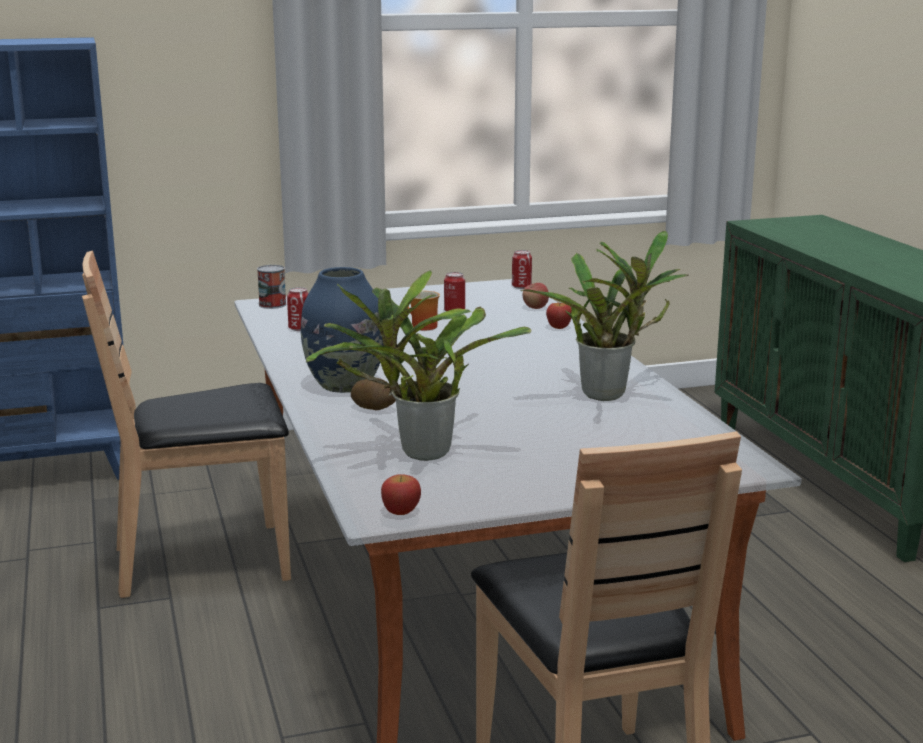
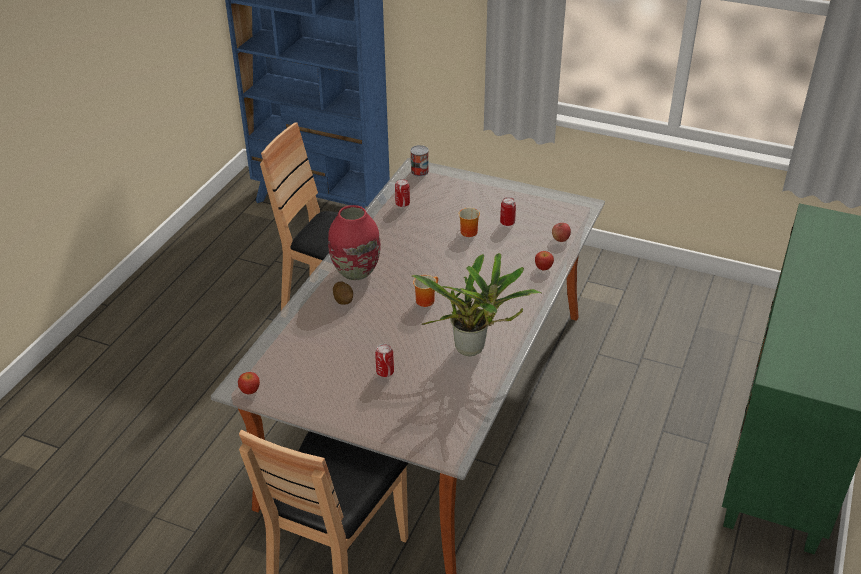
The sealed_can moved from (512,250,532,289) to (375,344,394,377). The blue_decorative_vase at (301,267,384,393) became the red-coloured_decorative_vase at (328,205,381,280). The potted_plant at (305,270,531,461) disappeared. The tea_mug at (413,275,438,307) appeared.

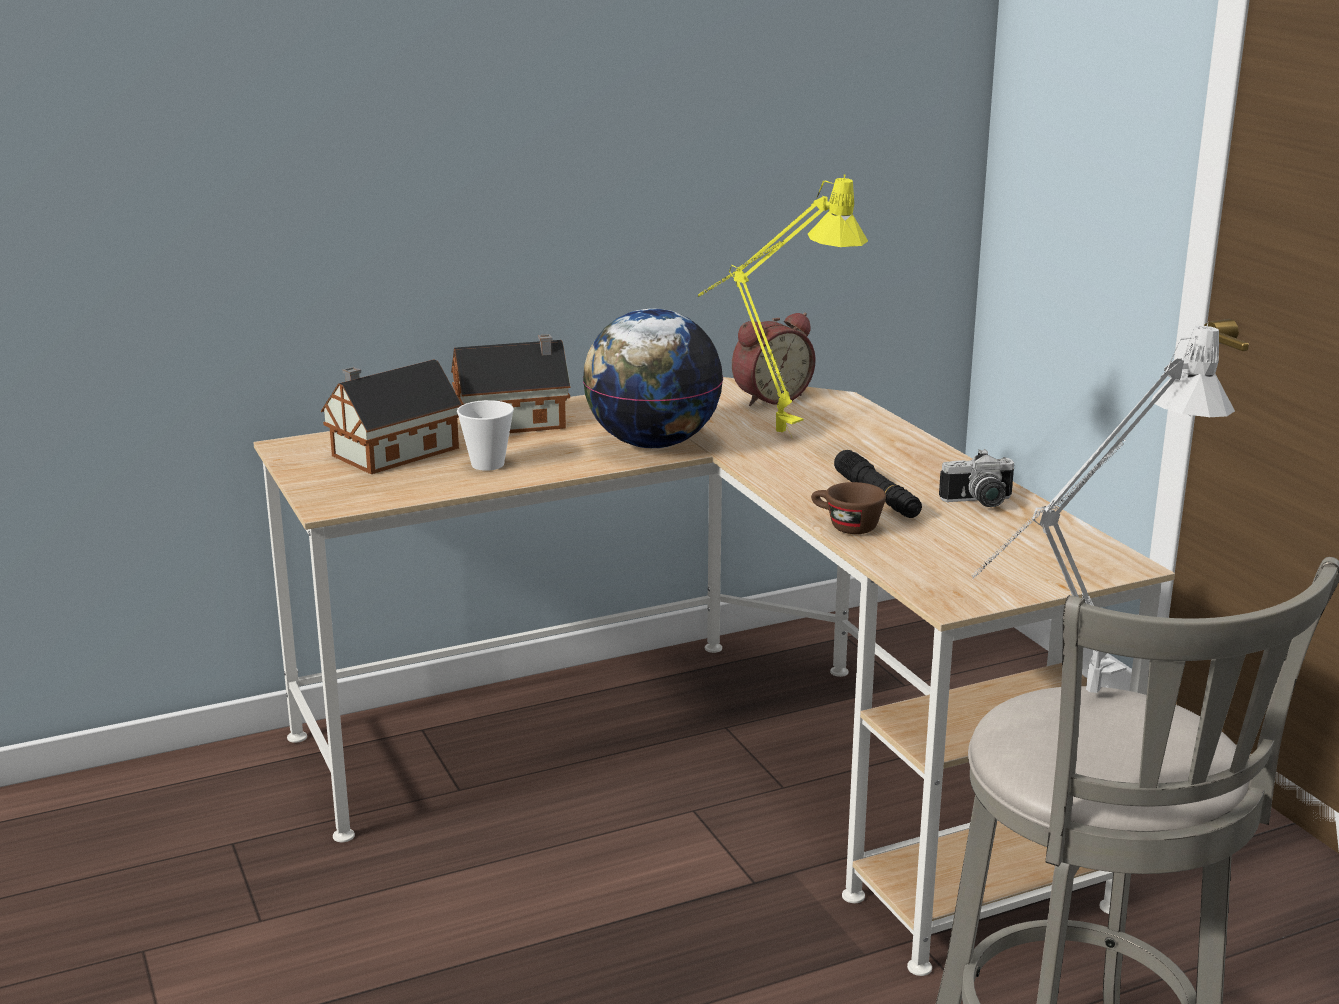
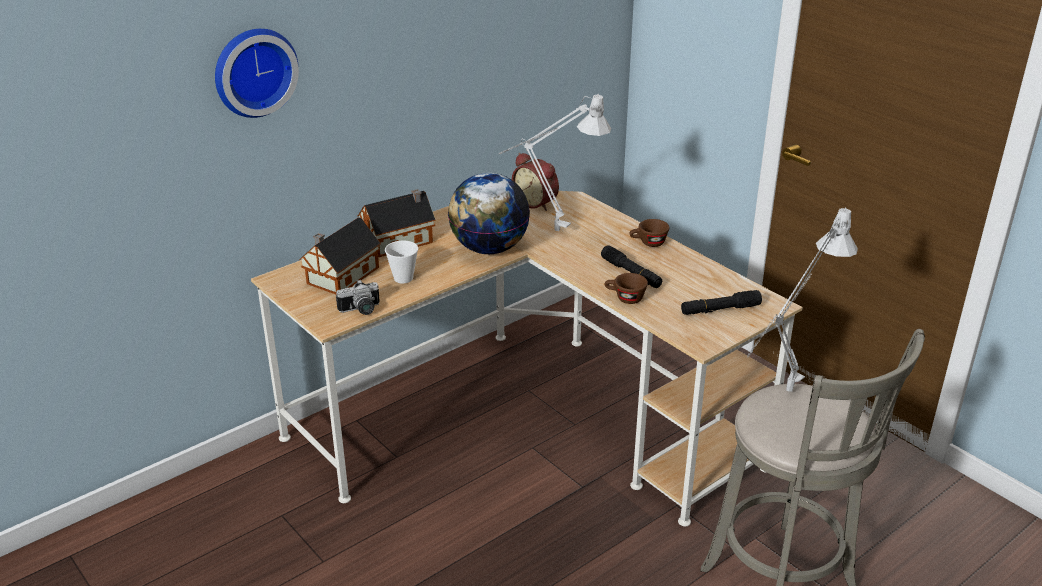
The yellow-coloured_lamp_for_a_table at (698,174,868,437) became the grey_lamp_for_a_table at (499,94,611,232). The table_clock at (732,313,816,406) turned 90 degrees clockwise. The still_camera moved from (939,449,1014,507) to (336,280,380,315). The wall_clock at (215,29,299,118) appeared. The brown-coloured_small_cup at (629,219,669,247) appeared. The blackish_flashlight at (681,290,762,315) appeared.

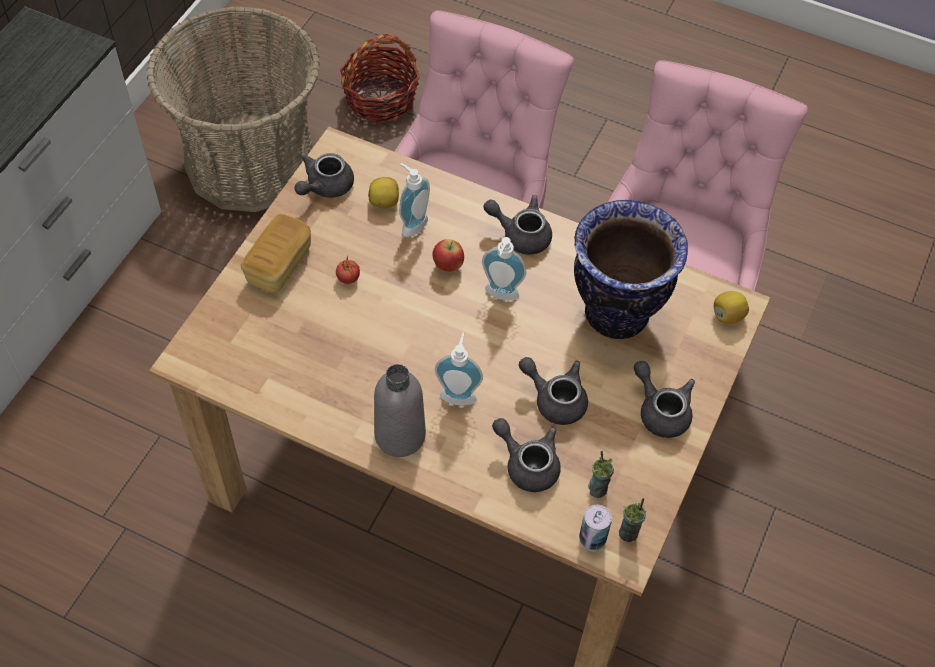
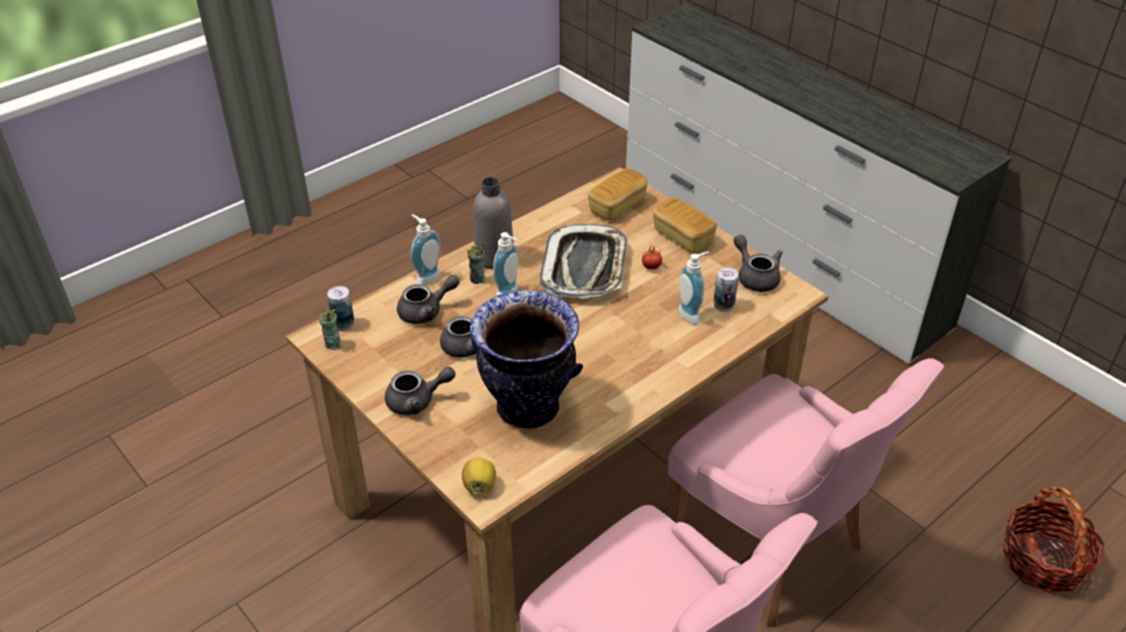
The basket at (146,6,320,212) disappeared. The whole_lemon at (368,177,399,208) was replaced by the sealed_can at (713,267,739,312). The grey_tea_pot at (484,195,552,255) disappeared. The soap_bottle moved from (482,237,526,300) to (410,214,441,286). The apple_fruit at (432,239,464,272) disappeared. The small_cup moved from (588,451,614,498) to (467,244,485,284). The baked_bread at (588,168,648,220) appeared. The tray at (540,224,627,299) appeared.

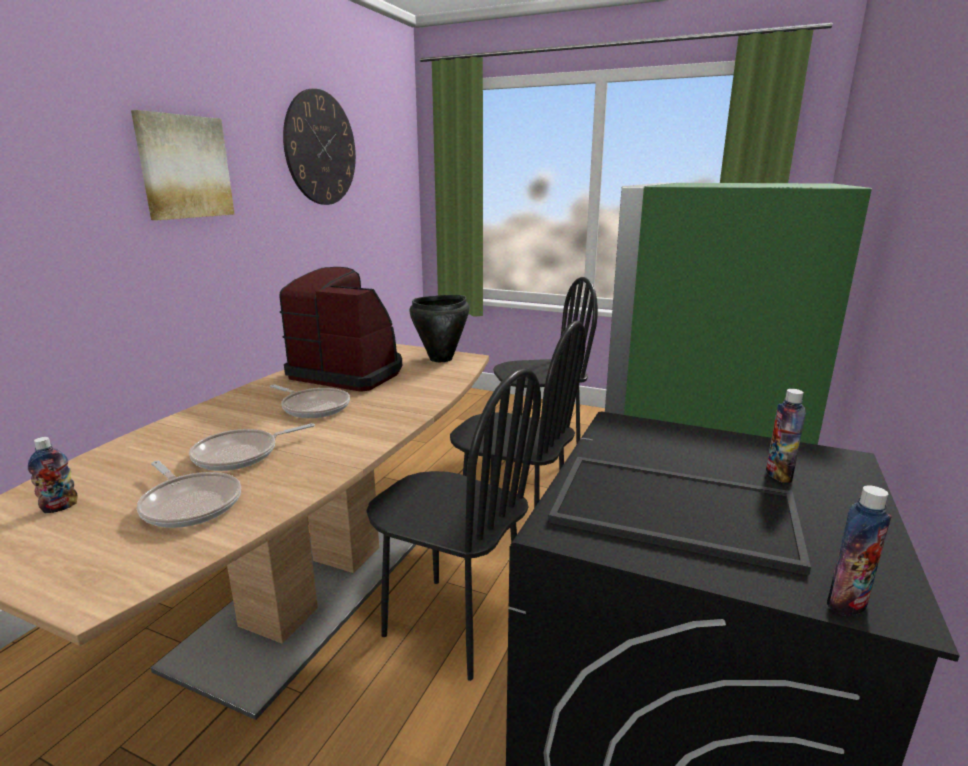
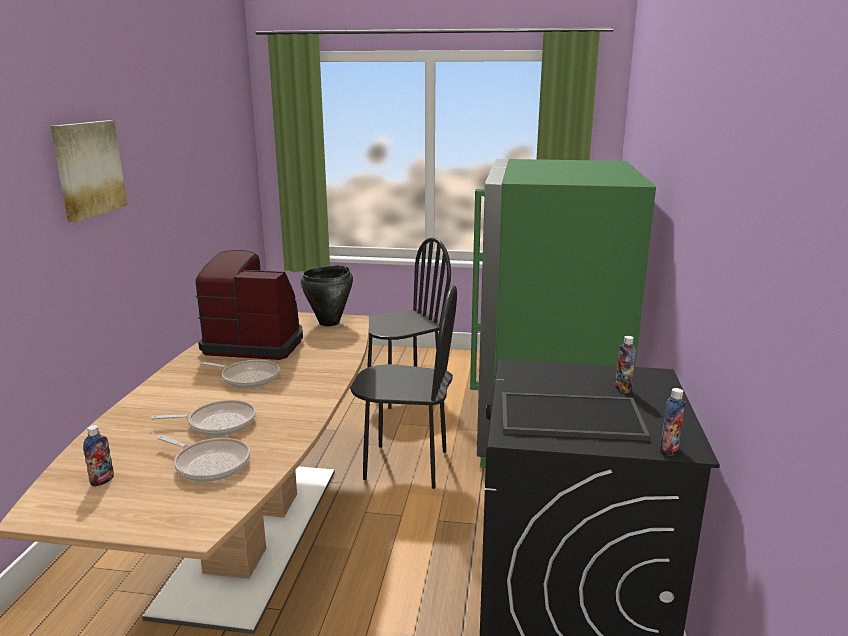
The wall_clock at (283,89,356,205) disappeared. The blackish_chair at (366,368,541,681) disappeared. The pan at (189,423,315,471) turned 135 degrees counterclockwise.

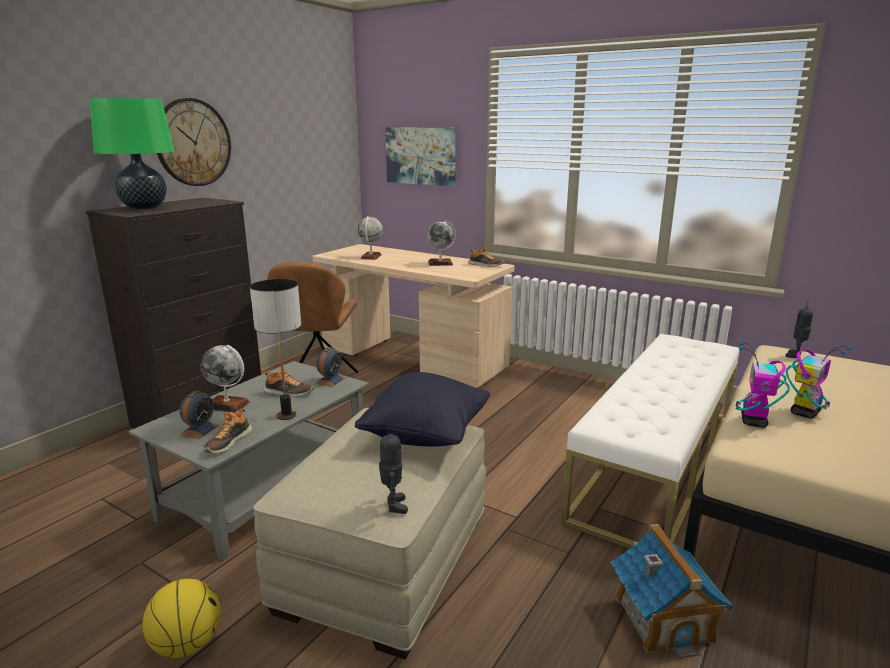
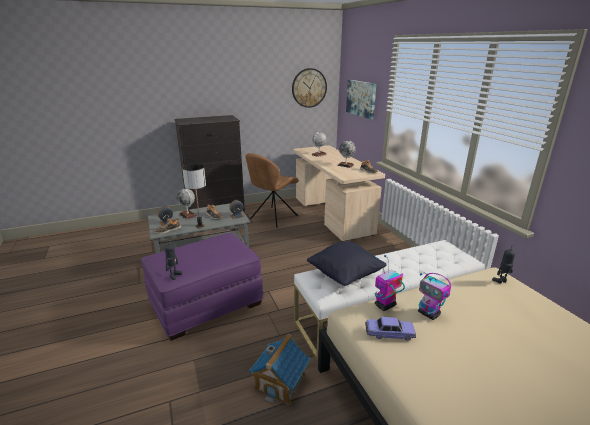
The greenish_lamp_for_a_table at (90,98,175,209) disappeared. The wall_clock moved from (157,98,231,186) to (292,68,327,108). The robot_figure at (786,346,851,418) turned 60 degrees clockwise. The blackish_pillow moved from (355,372,490,447) to (307,241,387,286). The beige-coloured_ottoman at (253,408,486,660) became the purple-coloured_ottoman at (141,233,263,341). The basketball_ball at (143,579,221,658) disappeared. The miniature_car at (365,317,416,341) appeared.

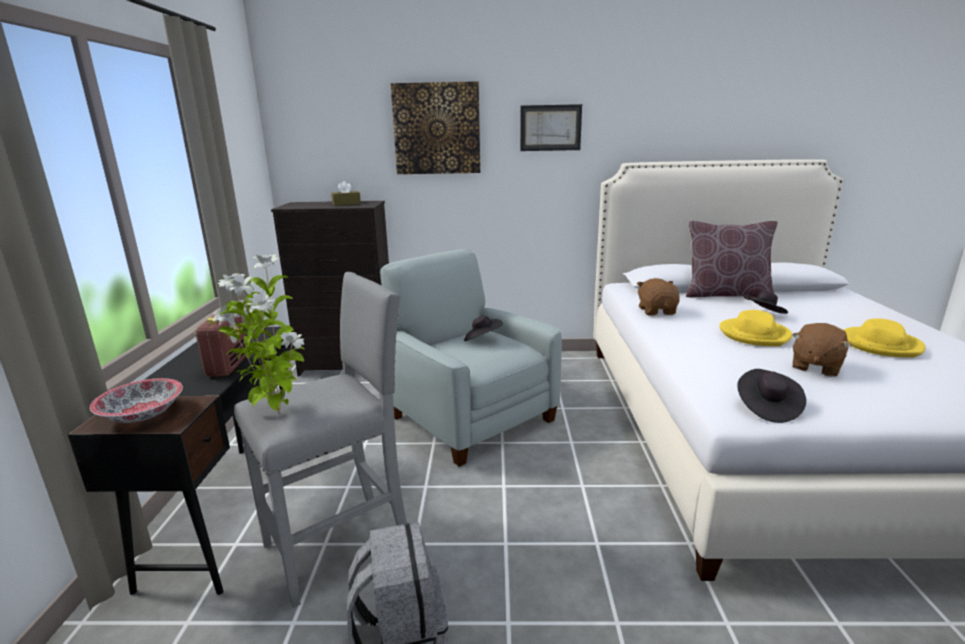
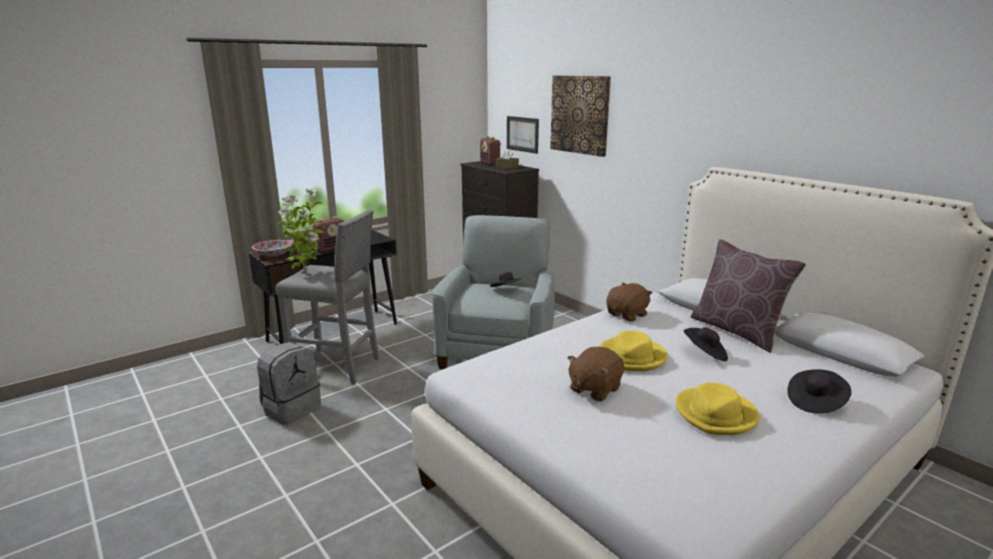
The picture moved from (520,104,582,151) to (507,116,539,154). The brown-coloured_soft_toy at (792,323,852,377) turned 45 degrees counterclockwise. The blackish_wearable_hat moved from (737,369,806,423) to (788,369,851,414). The radio_set at (480,136,501,165) appeared.

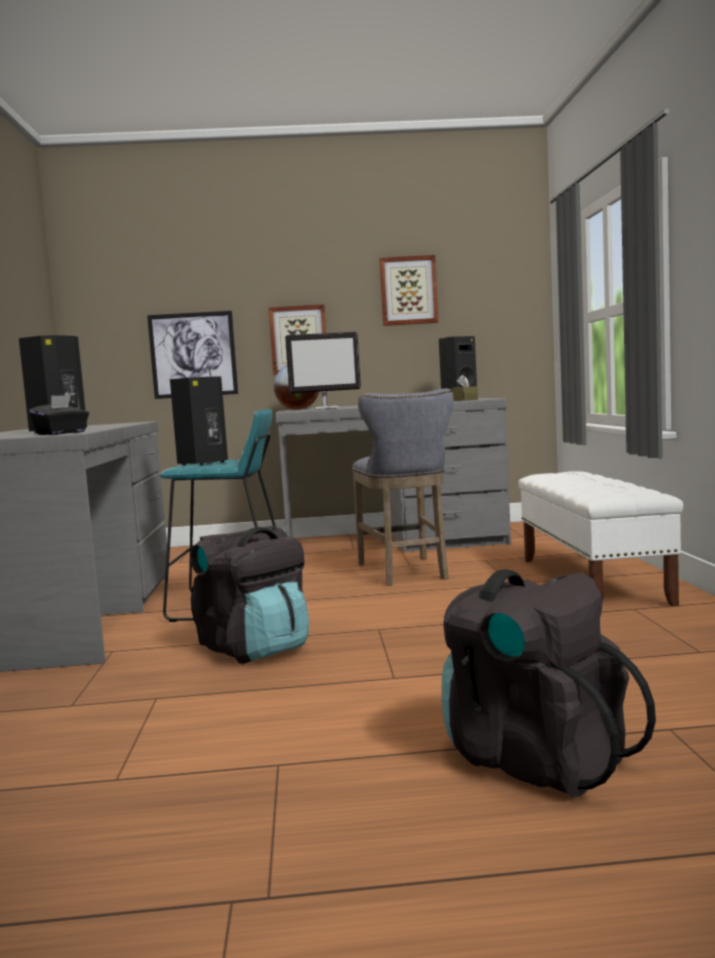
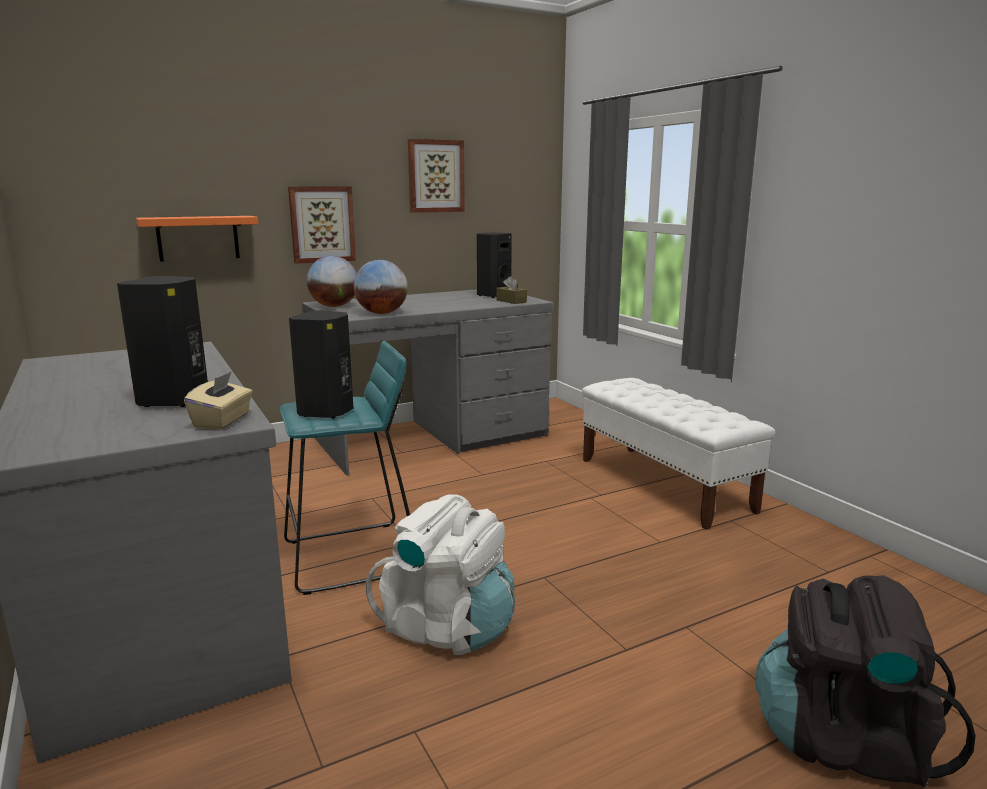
The picture at (147,311,238,399) was replaced by the orangey_wall_shelf at (136,216,259,262). The computer_screen at (285,332,361,410) was replaced by the globe at (354,260,408,314). The grey_sitting_stool at (352,388,453,586) disappeared. The blackish_tissue_box at (29,395,89,435) became the beige-coloured_tissue_box at (184,371,252,430). The blackish_rucksack at (190,526,309,664) became the white_rucksack at (366,494,515,655).

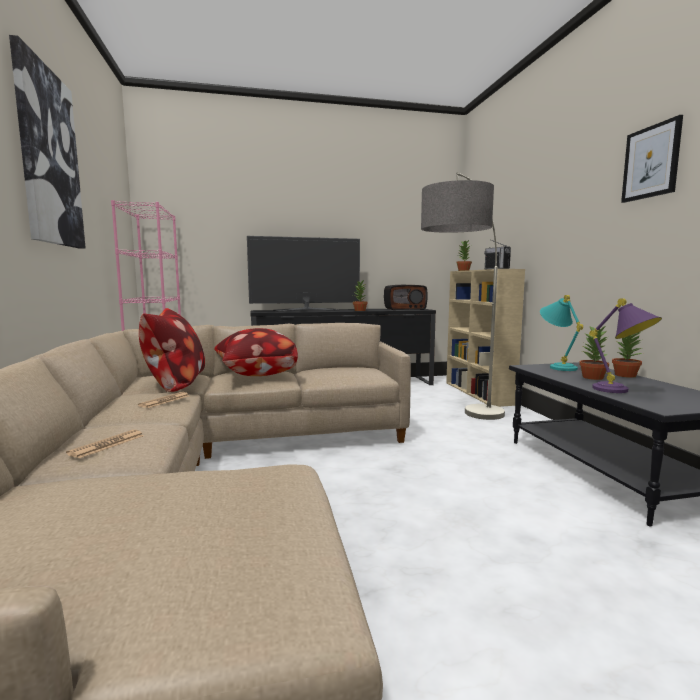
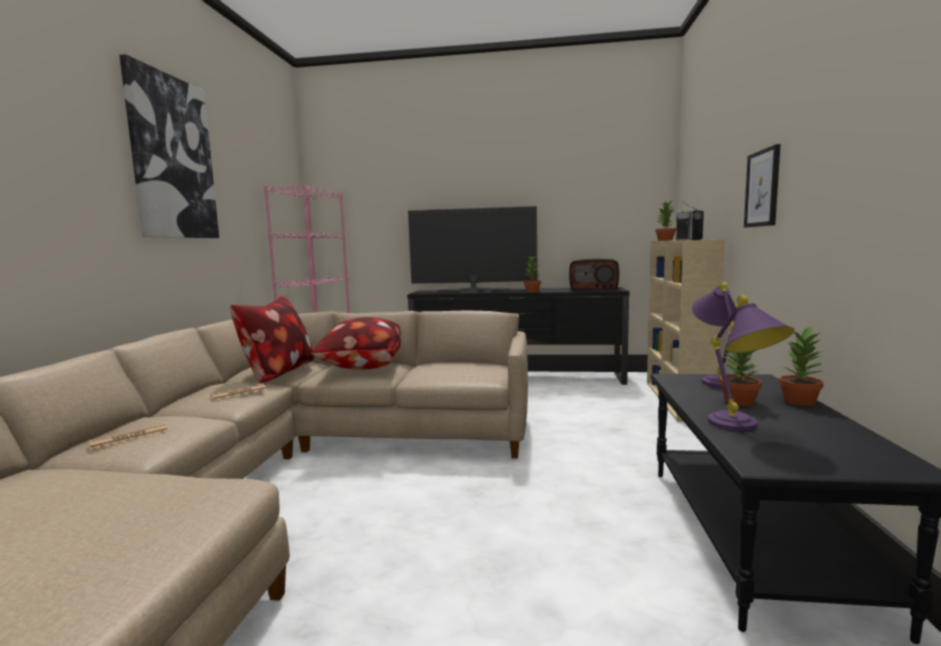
The picture moved from (621,115,683,203) to (744,144,781,227). The standard_lamp at (421,173,505,420) disappeared. The blue-green_lamp_for_a_table at (540,295,583,371) became the purple-coloured_lamp_for_a_table at (692,282,736,388).

